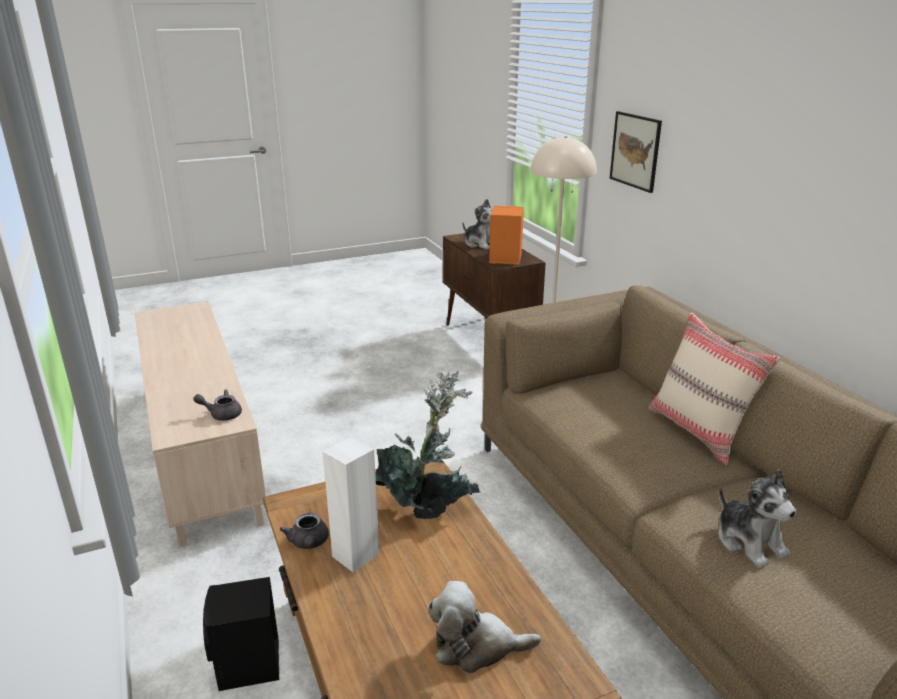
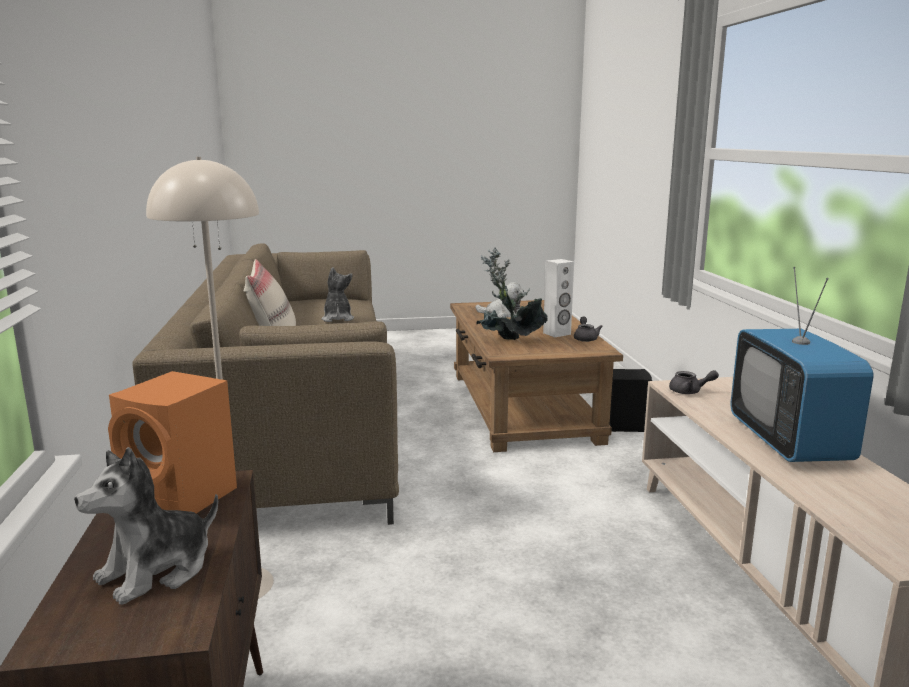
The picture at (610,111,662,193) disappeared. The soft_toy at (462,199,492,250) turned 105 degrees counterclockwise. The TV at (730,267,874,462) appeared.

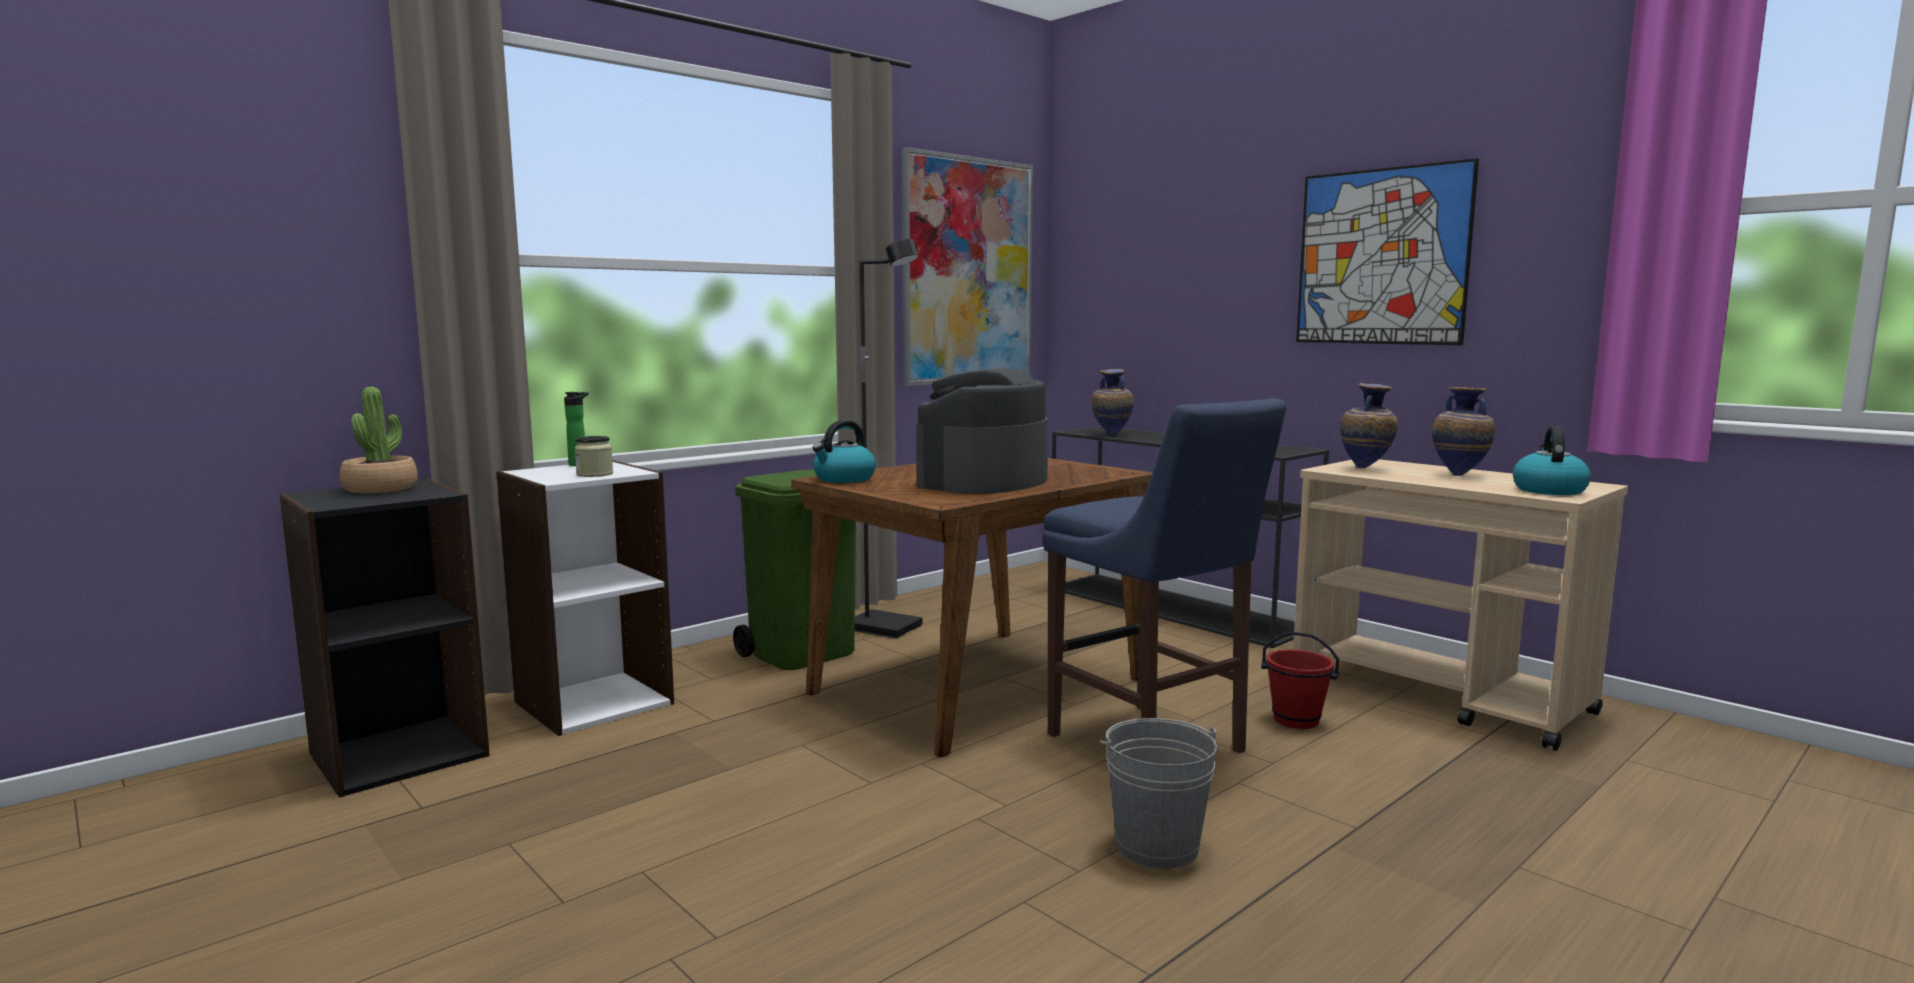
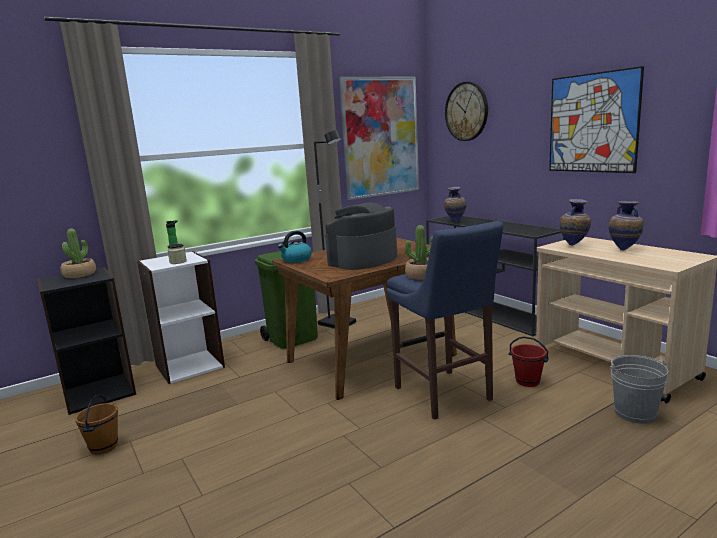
The tea_kettle at (1513,426,1591,495) disappeared. The grey_bucket moved from (1099,718,1217,869) to (609,355,668,424). The wall_clock at (445,82,488,141) appeared. The potted_plant at (405,225,433,280) appeared. The brown-coloured_bucket at (75,394,118,454) appeared.

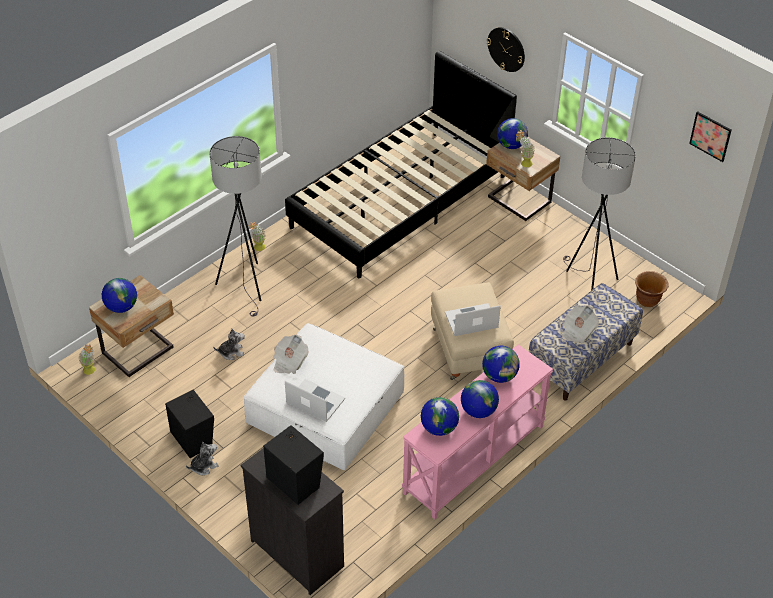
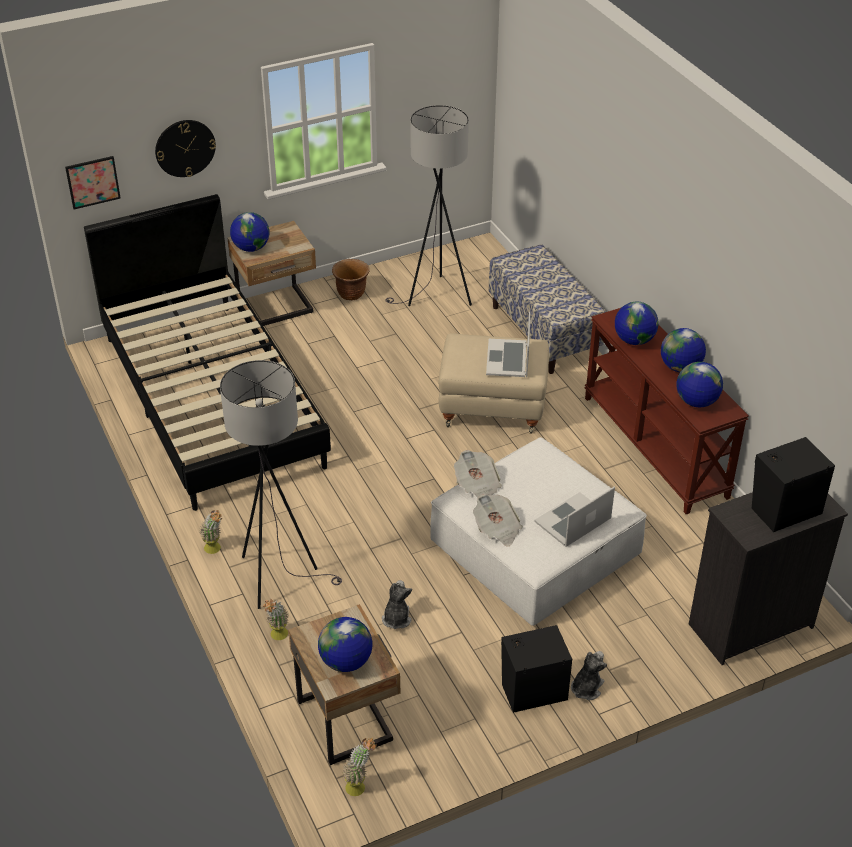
The picture moved from (689,111,731,162) to (65,156,121,209). The potted_plant moved from (516,130,535,167) to (263,599,289,640). The brown-coloured_flower_pot moved from (635,271,669,307) to (332,259,370,300). The daily_paper moved from (562,306,599,343) to (454,450,502,498). The pinkish_hall_table at (402,345,553,520) became the brown-coloured_hall_table at (584,307,749,514). The soft_toy at (186,442,219,475) turned 45 degrees clockwise.

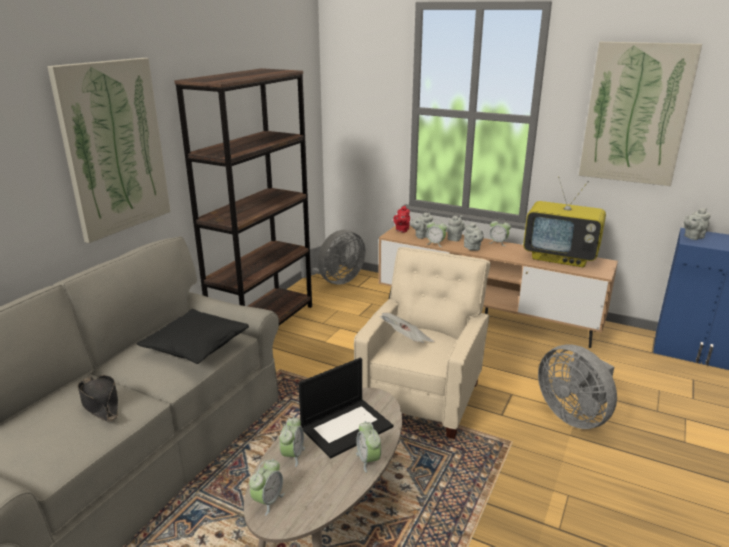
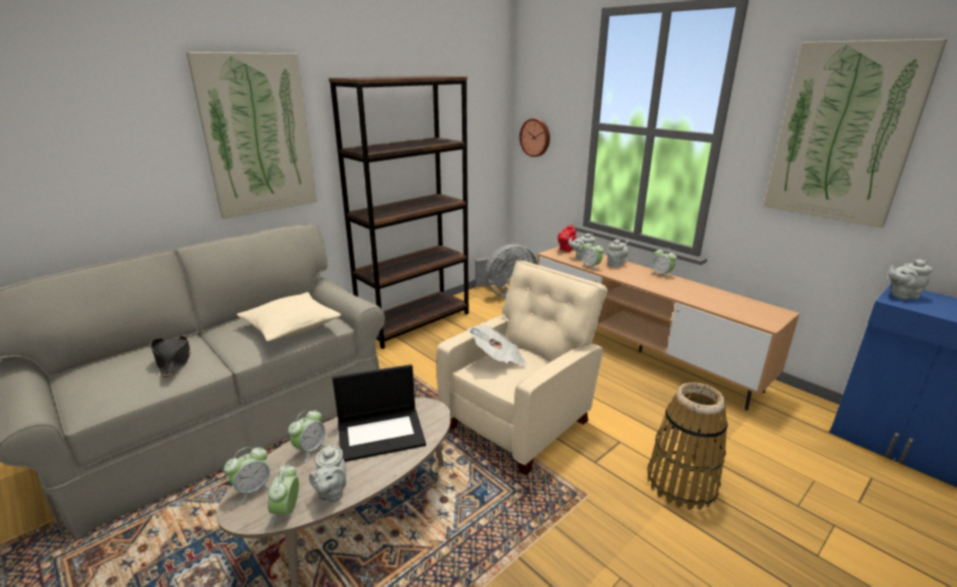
The TV at (523,177,606,267) disappeared. The grey_tea_pot moved from (464,222,484,251) to (309,443,347,502). The blackish_pillow at (136,309,249,364) became the beige-coloured_pillow at (237,292,341,341). The grey_electric_fan at (538,344,617,429) was replaced by the basket at (647,382,728,510). The table_clock moved from (356,421,381,473) to (268,464,299,526). The wall_clock at (519,118,550,157) appeared.

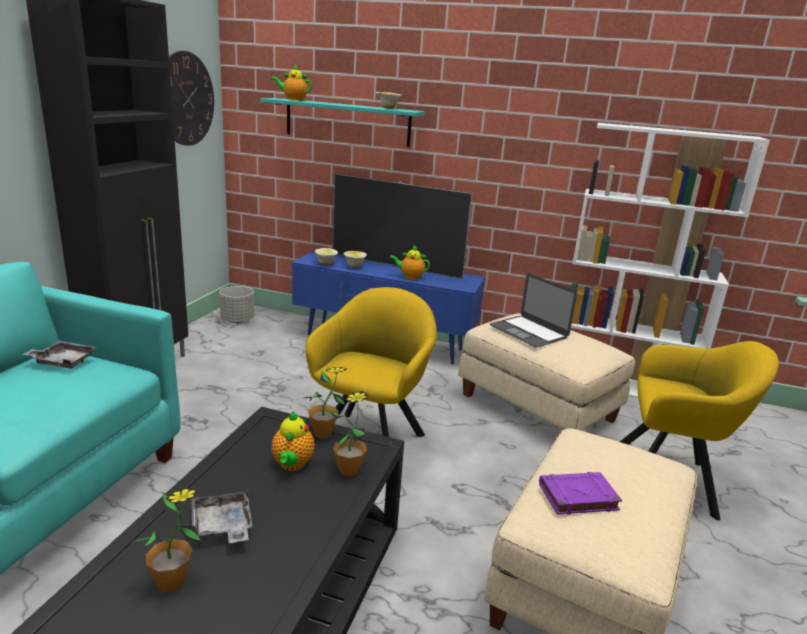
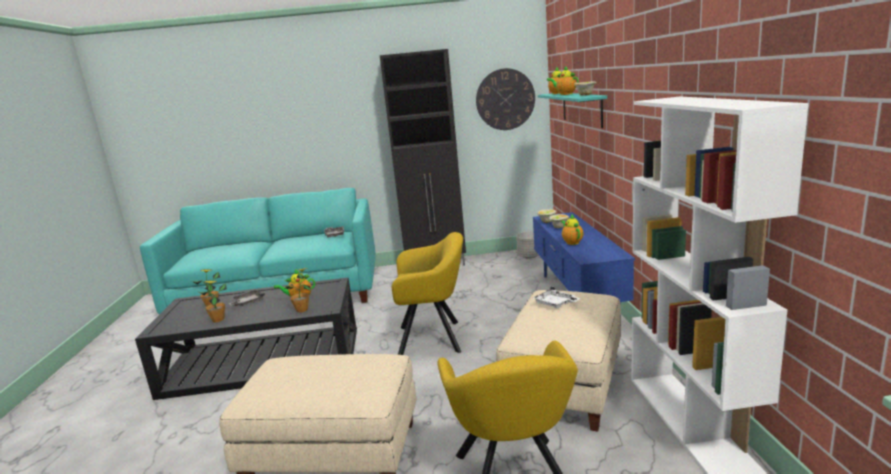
The TV at (333,174,472,279) disappeared. The portable_computer at (490,273,577,348) was replaced by the white_tray at (533,286,581,308). The potted_plant moved from (305,367,347,438) to (198,280,227,322). The purple-coloured_bound_book at (539,472,622,515) disappeared. The tea_pot at (548,66,579,95) appeared.

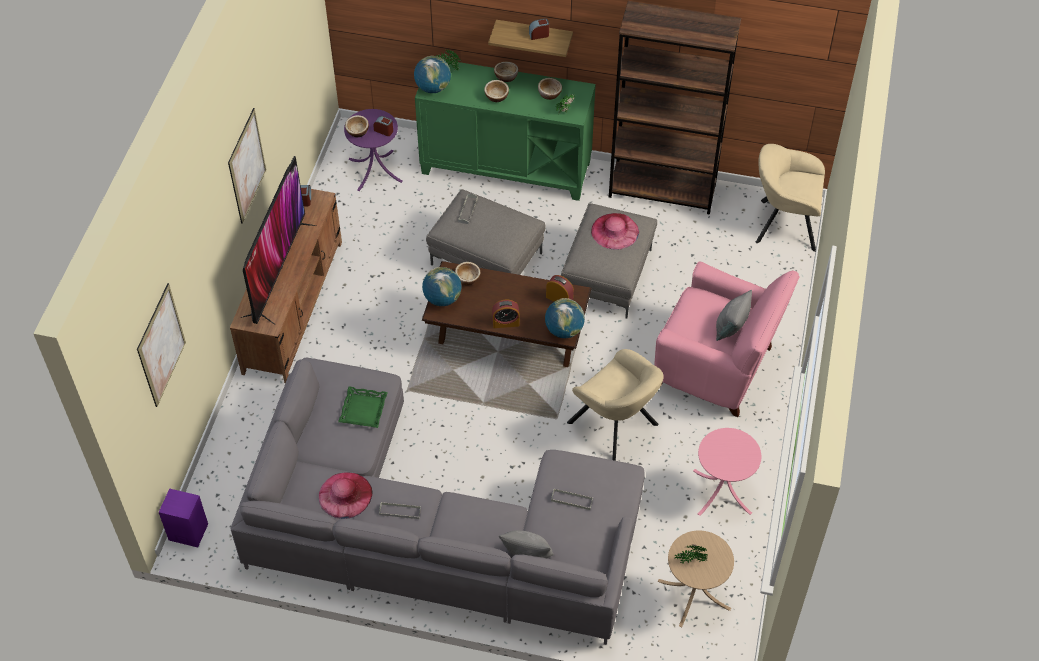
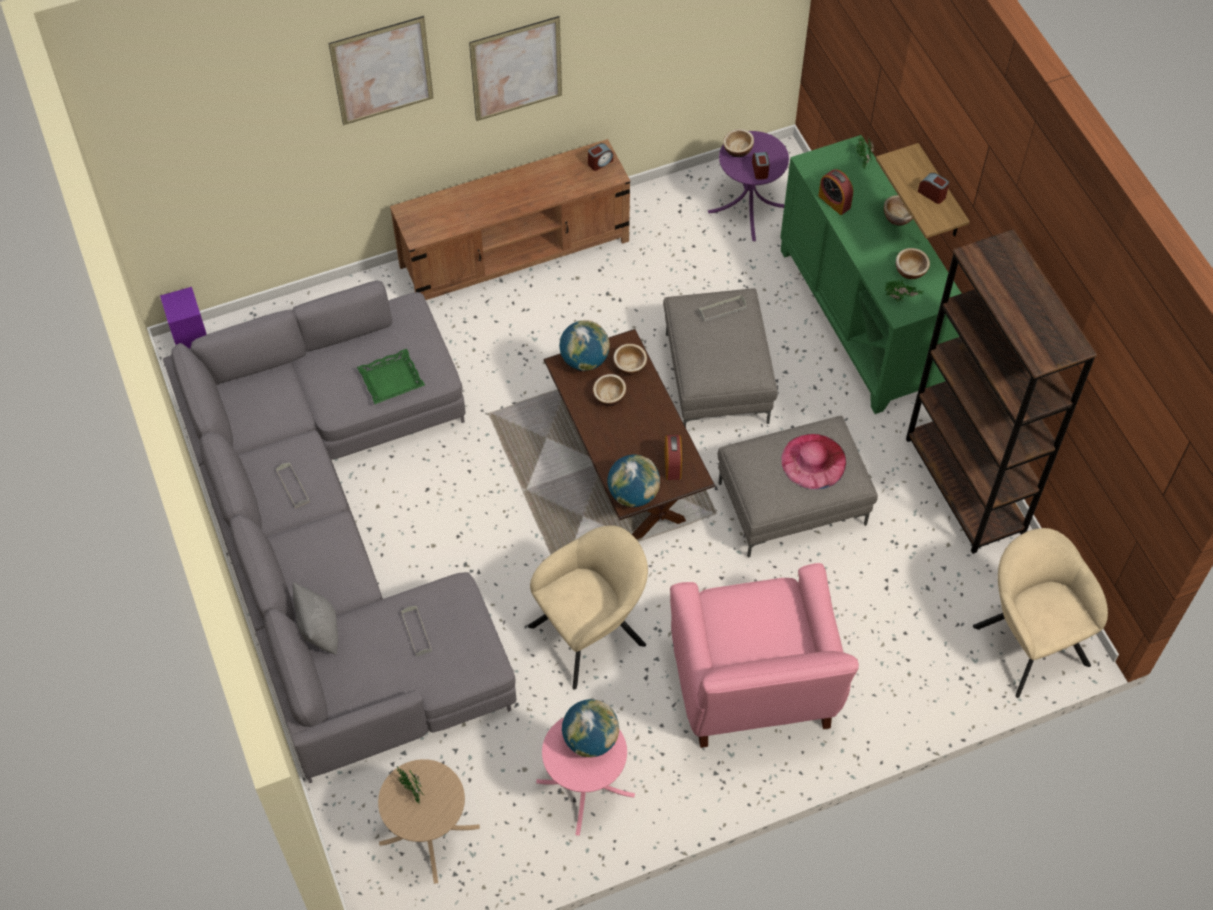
The globe moved from (414,56,451,93) to (562,699,619,757). The serving_bowl moved from (484,80,509,102) to (593,374,626,406). The TV at (240,156,316,325) disappeared. The picture moved from (137,283,186,407) to (329,16,433,125). The grey_pillow at (716,289,752,341) disappeared. The table_clock moved from (492,300,519,328) to (818,169,853,215). The beige-coloured_easy_chair at (567,349,664,461) turned 135 degrees counterclockwise. The pinkish_wearable_hat at (319,472,373,519) disappeared.

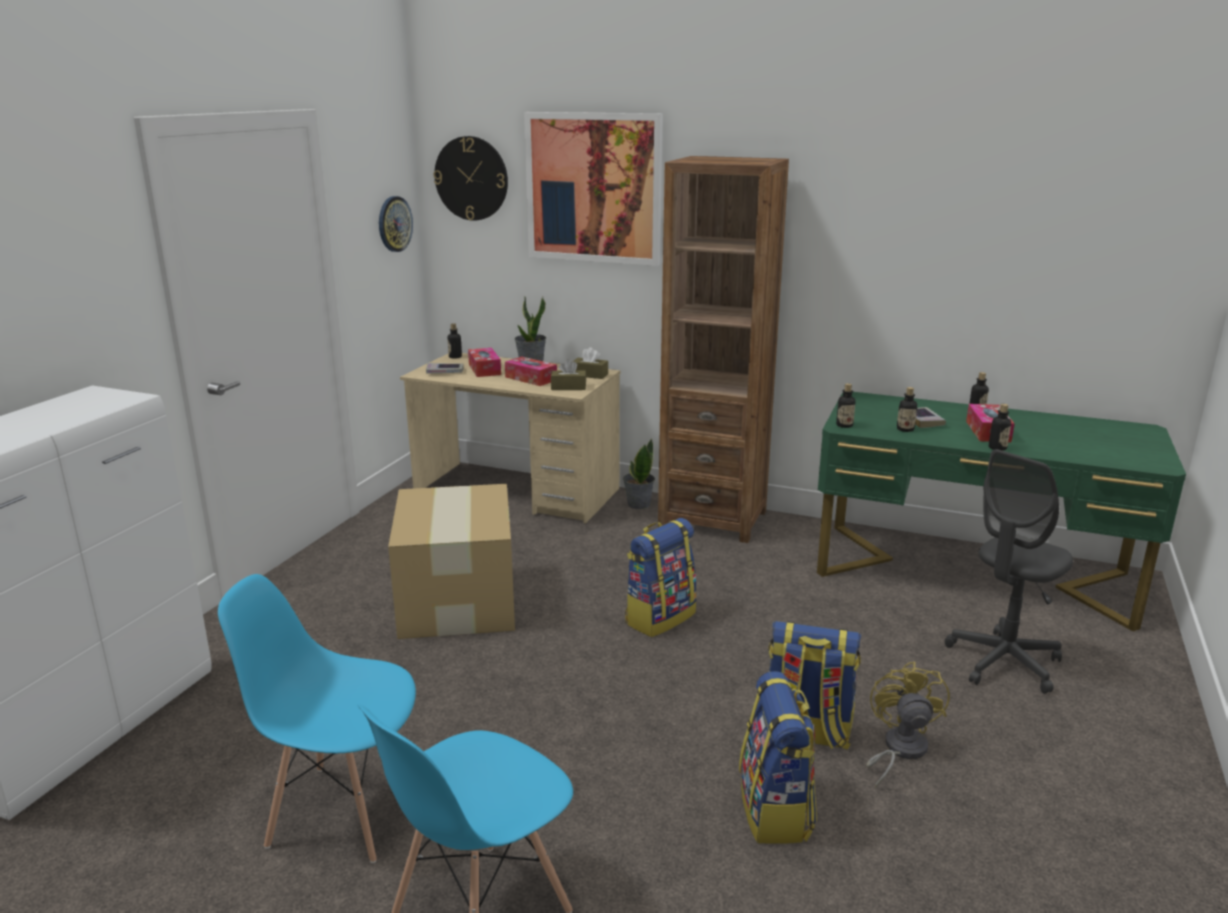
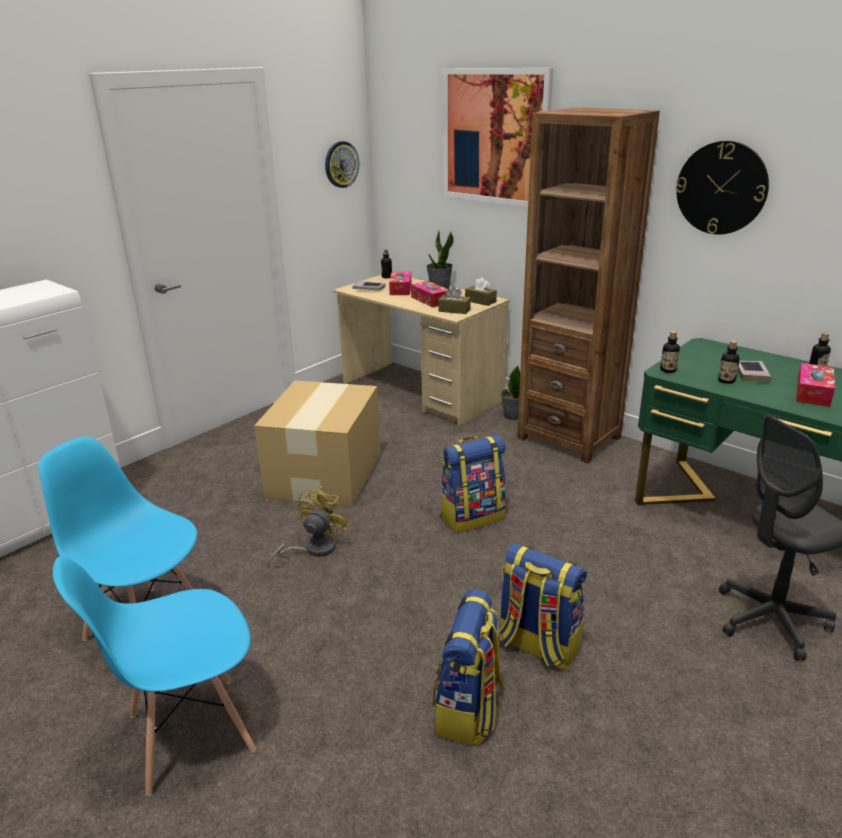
The wall_clock moved from (433,136,508,221) to (676,141,769,235). The beverage_bottle at (989,404,1011,451) disappeared. The yellow-coloured_electric_fan moved from (866,661,950,788) to (268,486,350,567).

